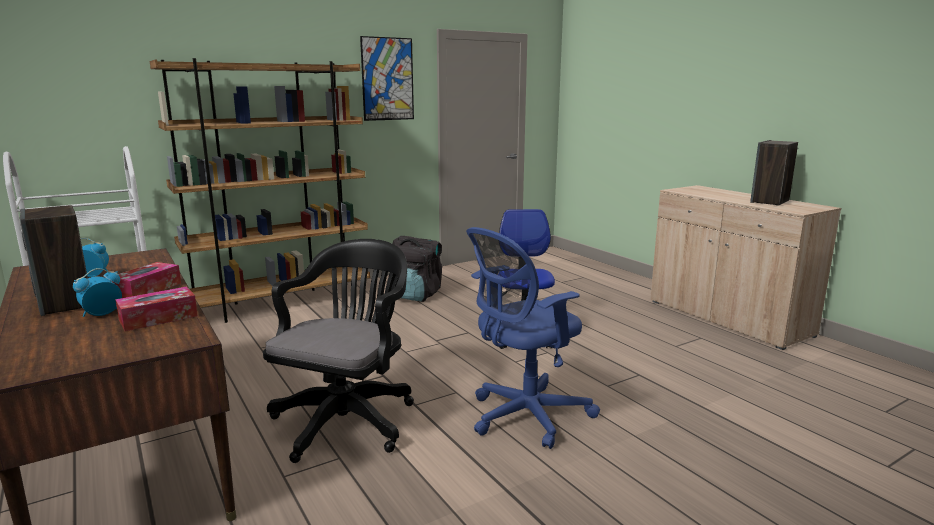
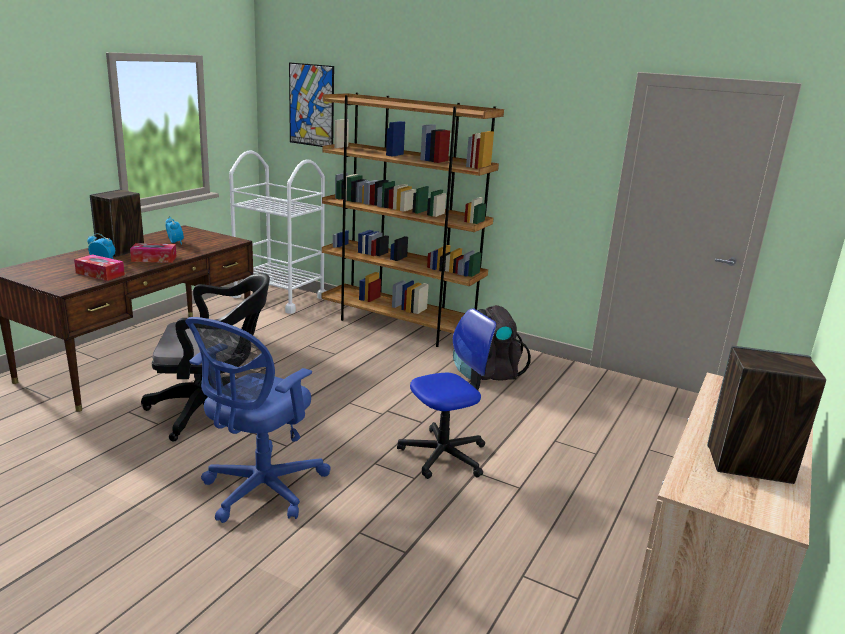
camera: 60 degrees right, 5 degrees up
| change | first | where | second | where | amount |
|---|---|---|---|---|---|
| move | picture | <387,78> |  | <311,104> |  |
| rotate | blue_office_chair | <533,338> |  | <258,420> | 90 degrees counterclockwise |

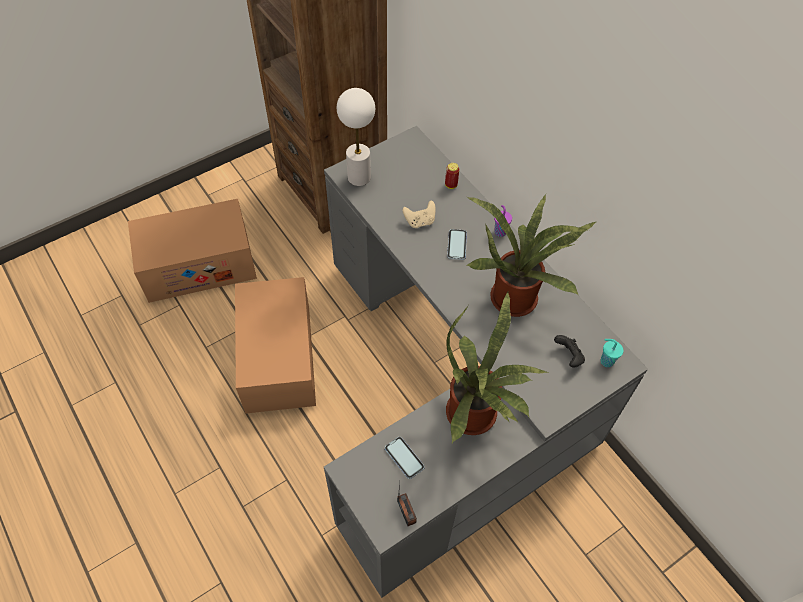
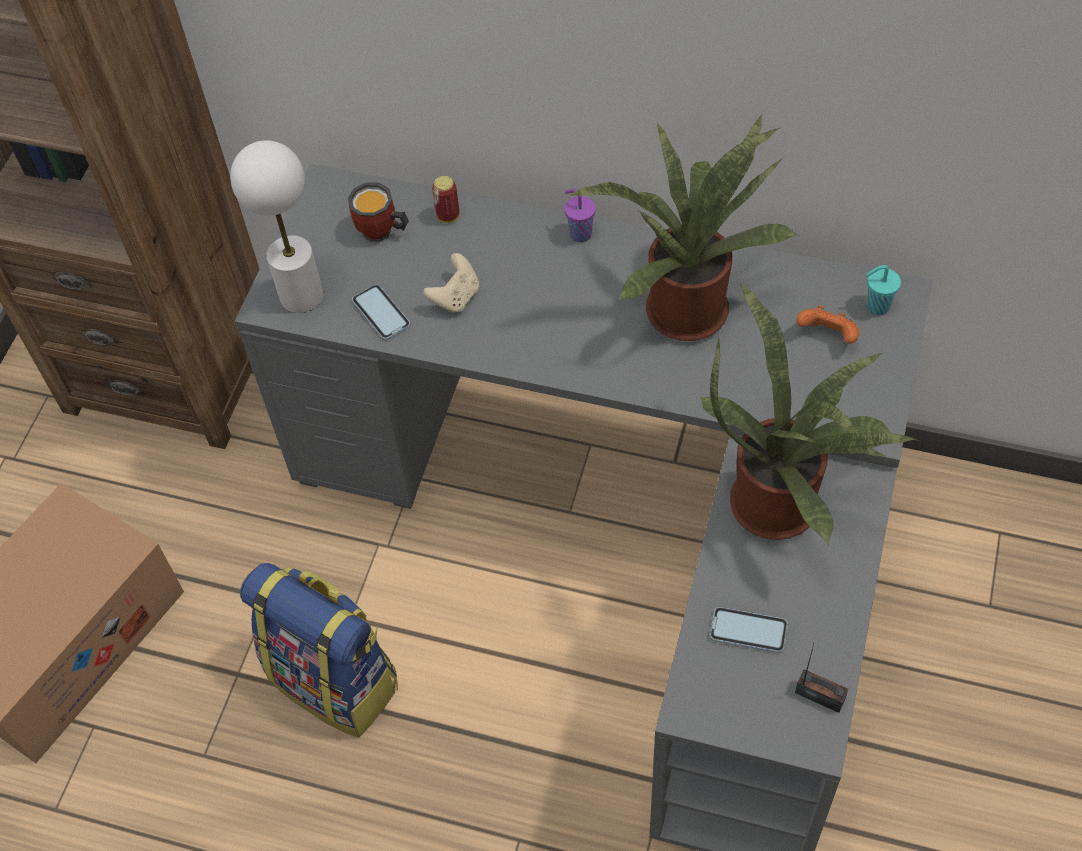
camera: 35 degrees left, 0 degrees up
| change | first | where | second | where | amount |
|---|---|---|---|---|---|
| move | phone | <457,244> |  | <381,312> |  |
| replace | cardboard_box | <275,345> | backpack | <319,650> |  |
| recolor | black_game_controller | <569,351> | orange_game_controller | <827,324> |  |
| insert |  |  | mug | <378,212> |  |

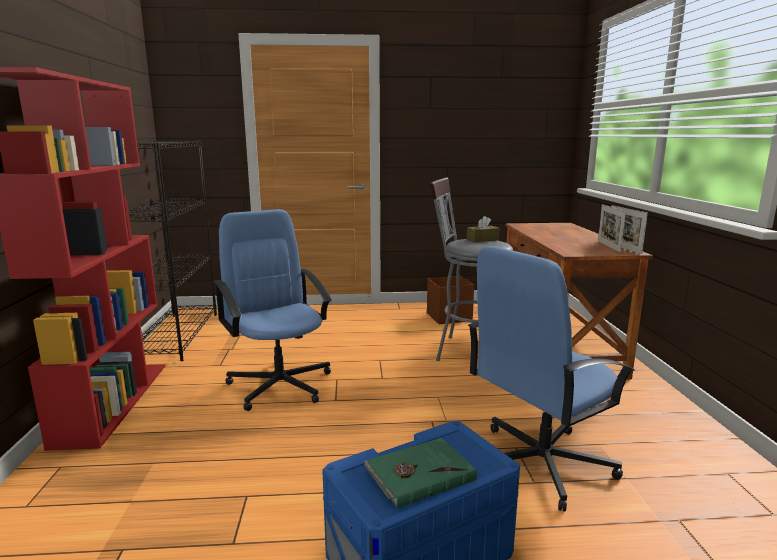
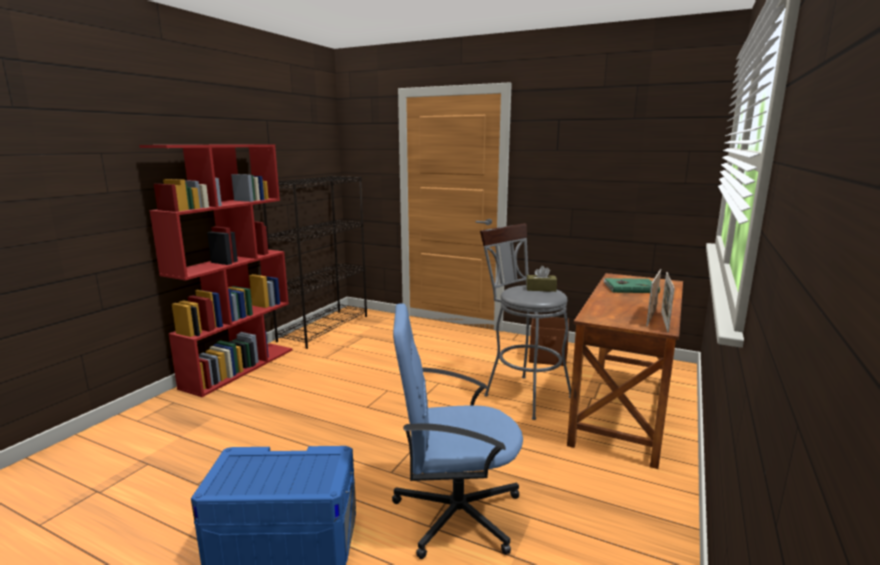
camera: 30 degrees right, 0 degrees up
| change | first | where | second | where | amount |
|---|---|---|---|---|---|
| delete | blue_office_chair | <272,310> |  |  |  |
| move | green_book | <420,473> |  | <631,285> |  |

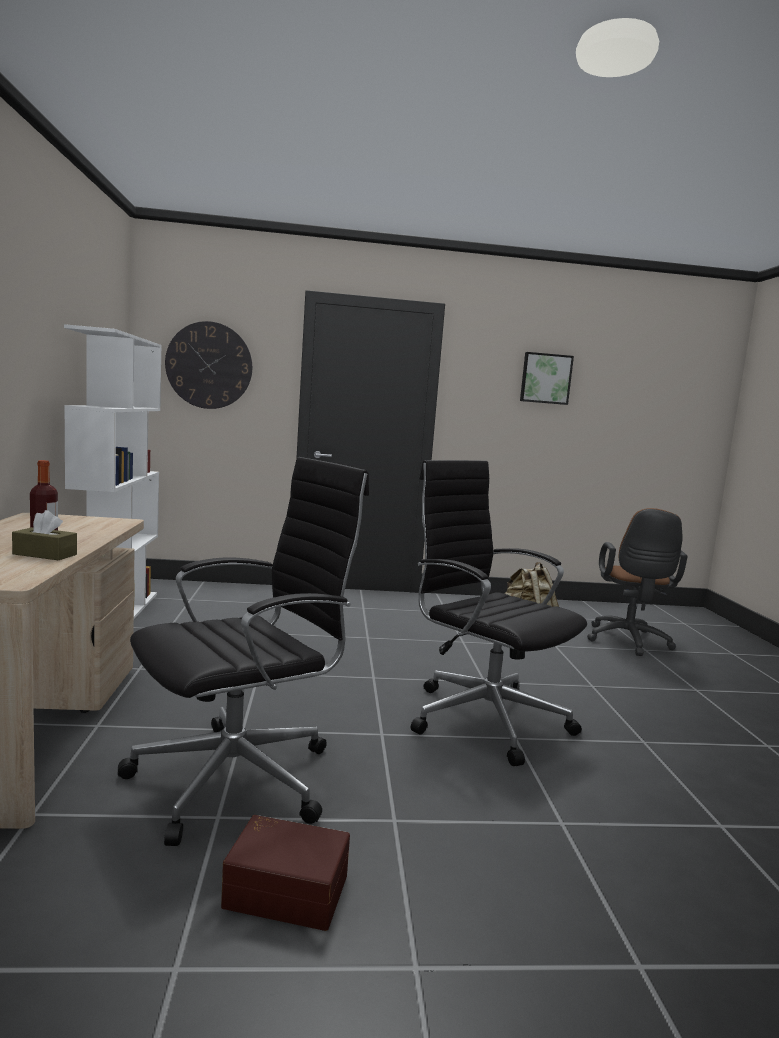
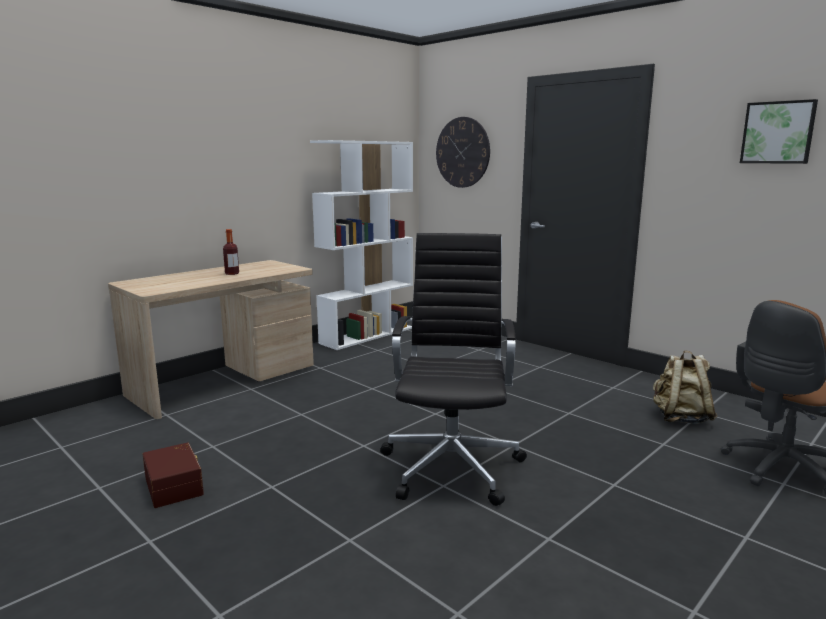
camera: 50 degrees right, 5 degrees up
| change | first | where | second | where | amount |
|---|---|---|---|---|---|
| delete | black_office_chair | <243,651> |  |  |  |
| delete | brown_tissue_box | <44,535> |  |  |  |

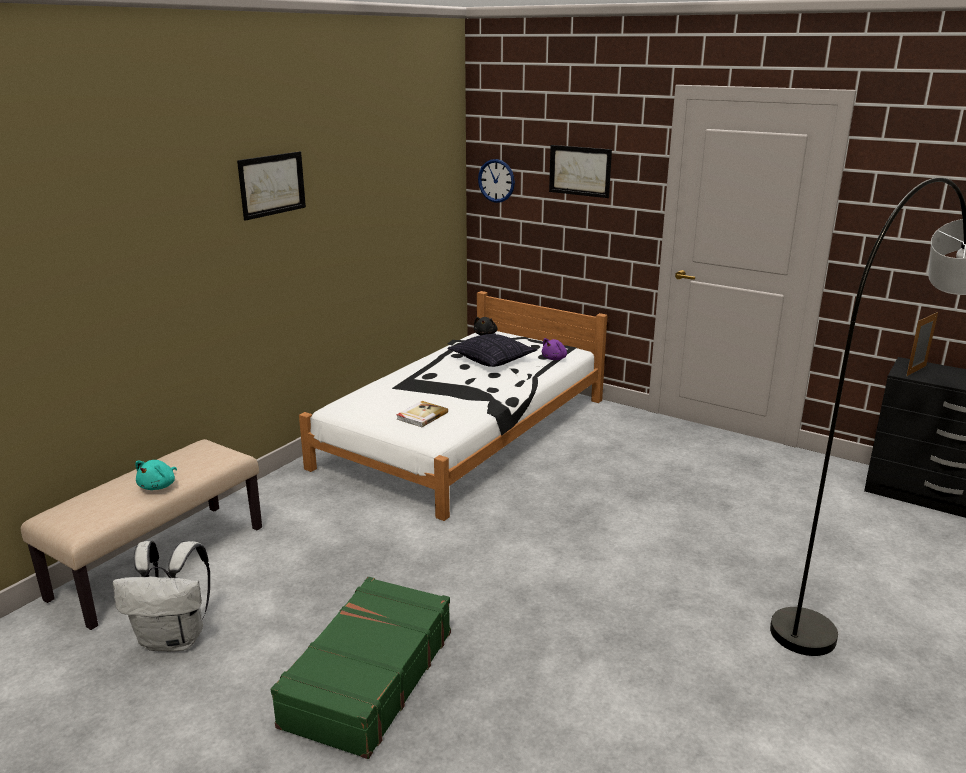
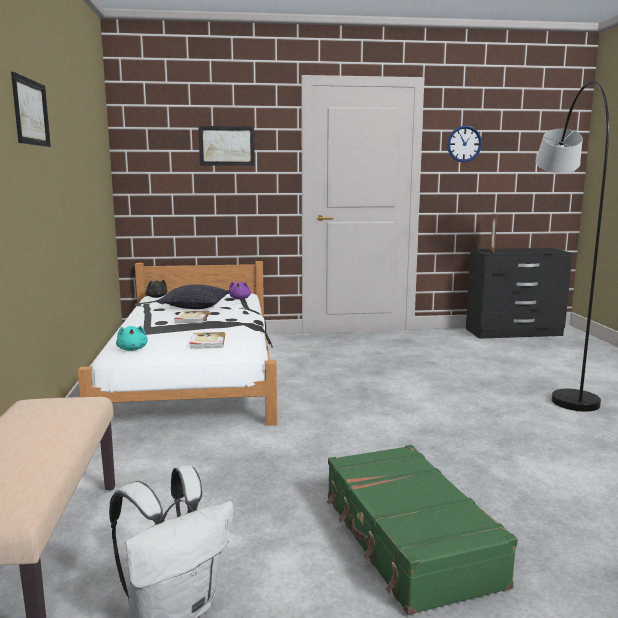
camera: 40 degrees left, 10 degrees down
| change | first | where | second | where | amount |
|---|---|---|---|---|---|
| move | wall_clock | <496,181> |  | <464,144> |  |
| move | turquoise_plush_toy | <156,475> |  | <132,338> |  |
| insert |  |  | book | <192,317> |  |

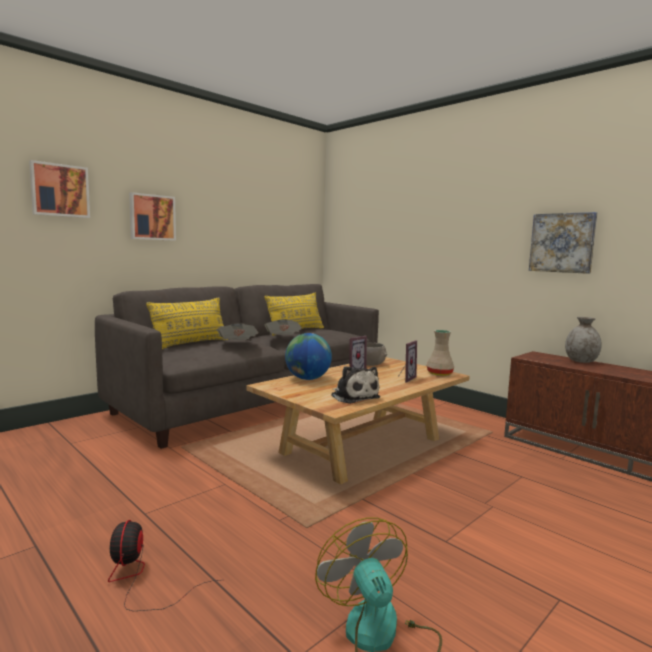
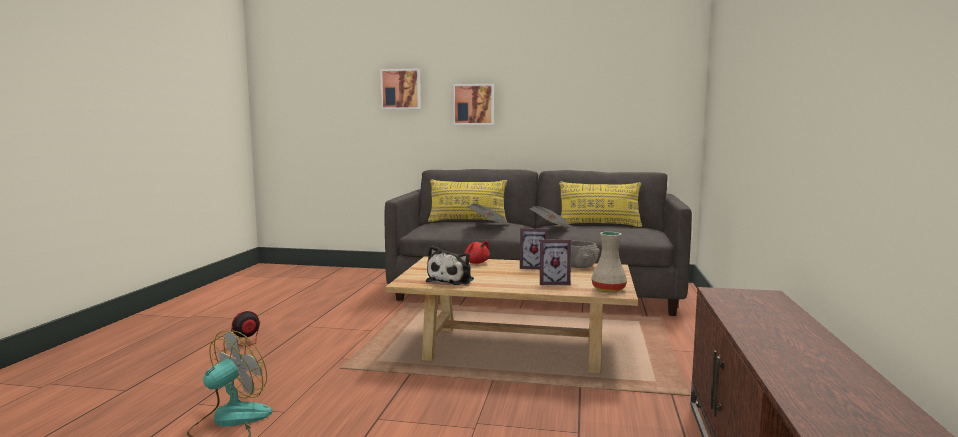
camera: 55 degrees right, 0 degrees up
| change | first | where | second | where | amount |
|---|---|---|---|---|---|
| delete | picture | <563,243> |  |  |  |
| delete | grey_vase | <583,340> |  |  |  |
| replace | globe | <308,356> | red_plush_toy | <477,252> |  |

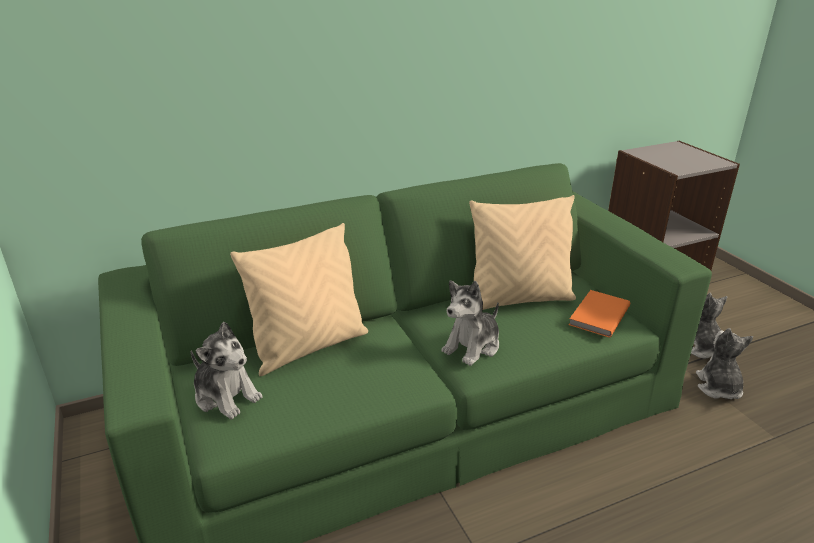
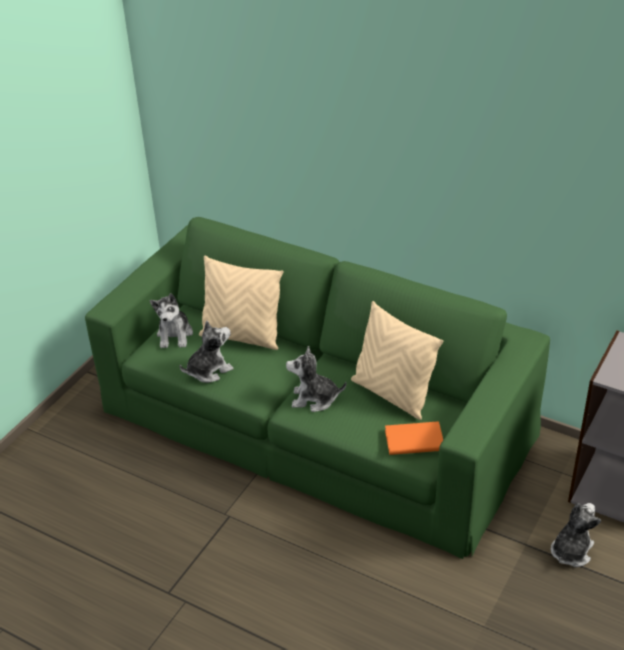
camera: 55 degrees right, 10 degrees up
| change | first | where | second | where | amount |
|---|---|---|---|---|---|
| move | plush_toy | <724,363> |  | <206,352> |  |

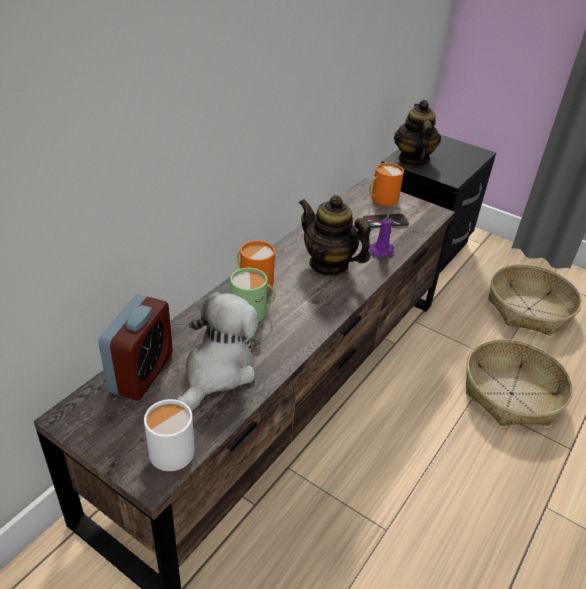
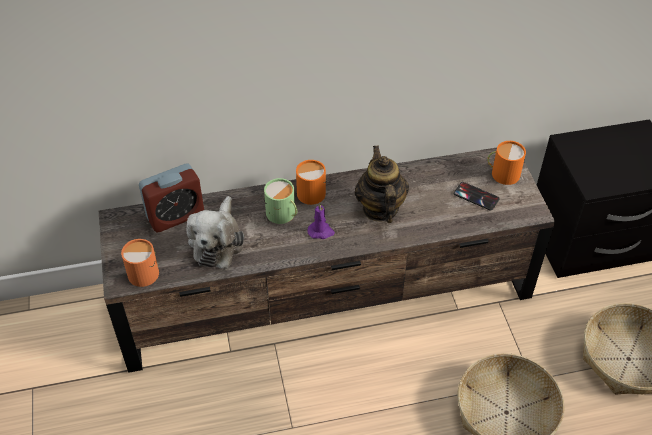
camera: 45 degrees right, 10 degrees up
| change | first | where | second | where | amount |
|---|---|---|---|---|---|
| delete | teapot | <417,133> |  |  |  |
| move | purple_candle | <381,234> |  | <321,221> |  |
| rotate | plush_toy | <217,351> |  | <215,232> | 120 degrees clockwise |
| recolor | white_mug | <169,435> | orange_mug | <140,263> |  |

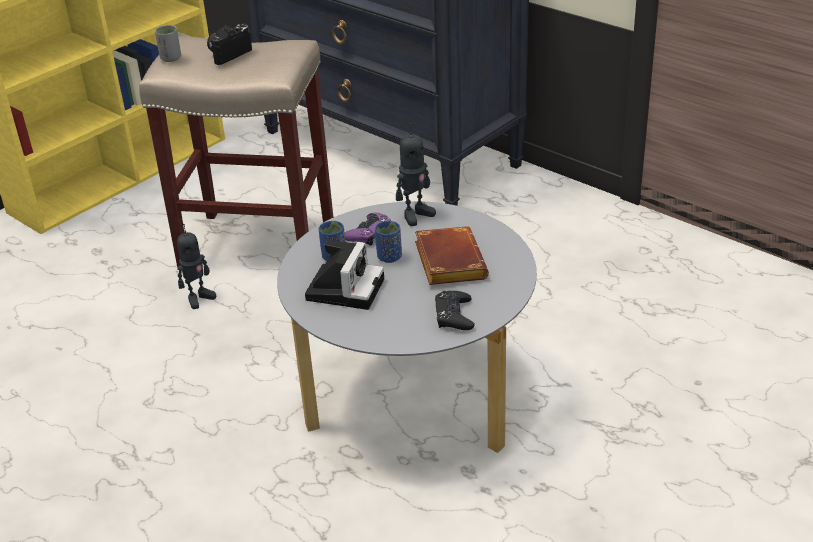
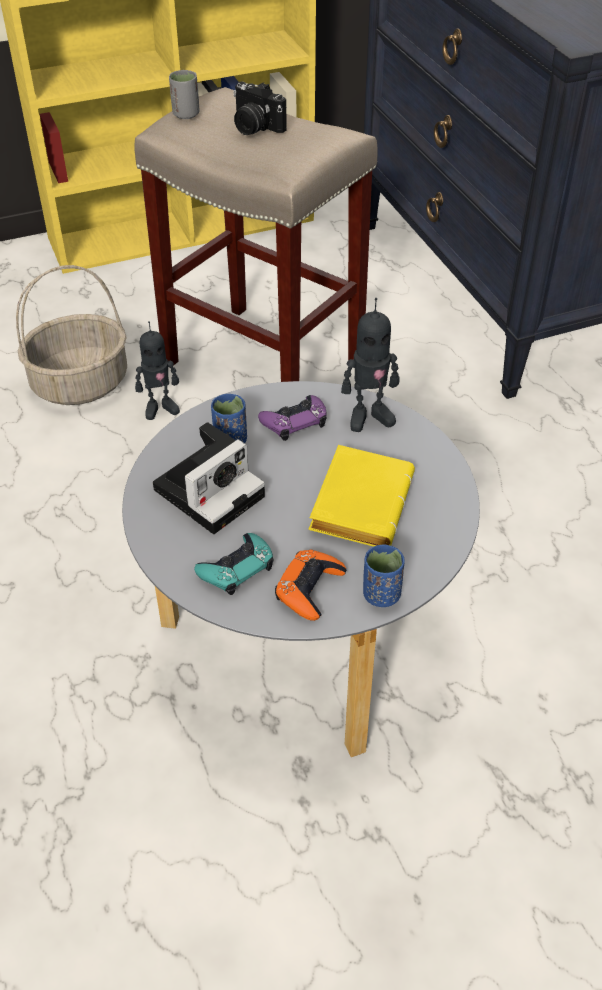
camera: 25 degrees right, 10 degrees up
| change | first | where | second | where | amount |
|---|---|---|---|---|---|
| rotate | photo_camera | <229,44> |  | <260,108> | 120 degrees counterclockwise |
| move | blue_cup | <388,242> |  | <384,576> |  |
| recolor | brown_book | <452,255> | yellow_book | <362,496> |  |
| recolor | black_game_controller | <455,310> | orange_game_controller | <310,585> |  |
| insert |  |  | basket | <71,335> |  |
| insert |  |  | turquoise_game_controller | <234,564> |  |

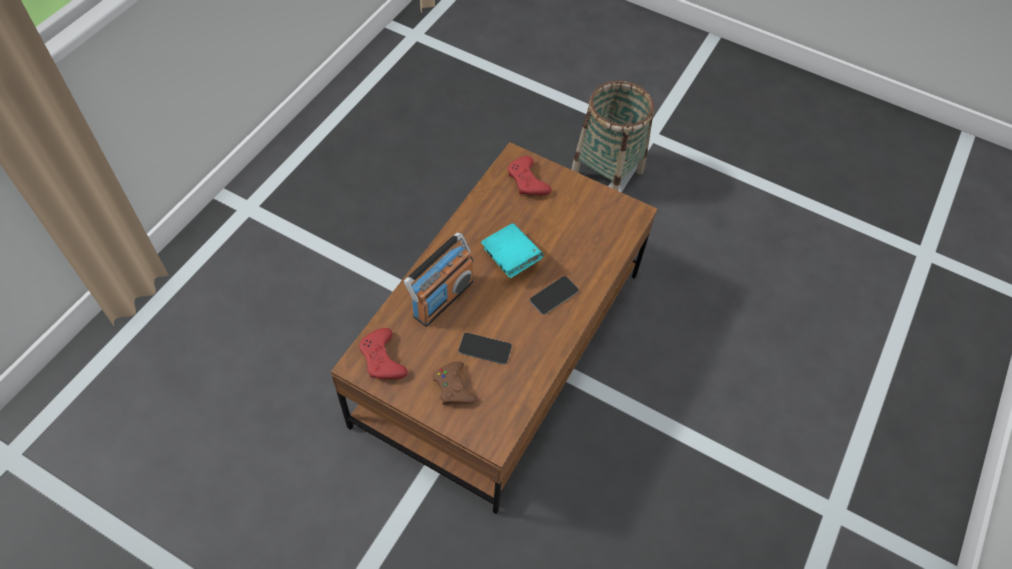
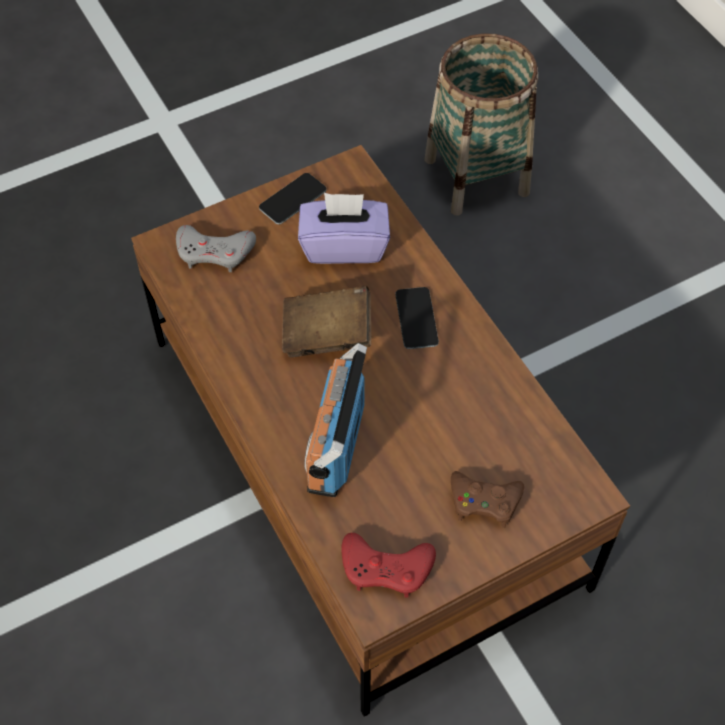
camera: 55 degrees left, 0 degrees up
| change | first | where | second | where | amount |
|---|---|---|---|---|---|
| move | basket | <612,136> |  | <481,124> |  |
| recolor | red_game_controller | <529,175> | grey_game_controller | <216,248> |  |
| recolor | turquoise_book | <512,251> | brown_book | <326,322> |  |
| rotate | radio | <438,280> |  | <335,420> | 150 degrees counterclockwise |
| move | phone | <485,348> |  | <293,198> |  |
| insert |  |  | purple_tissue_box | <344,228> |  |

